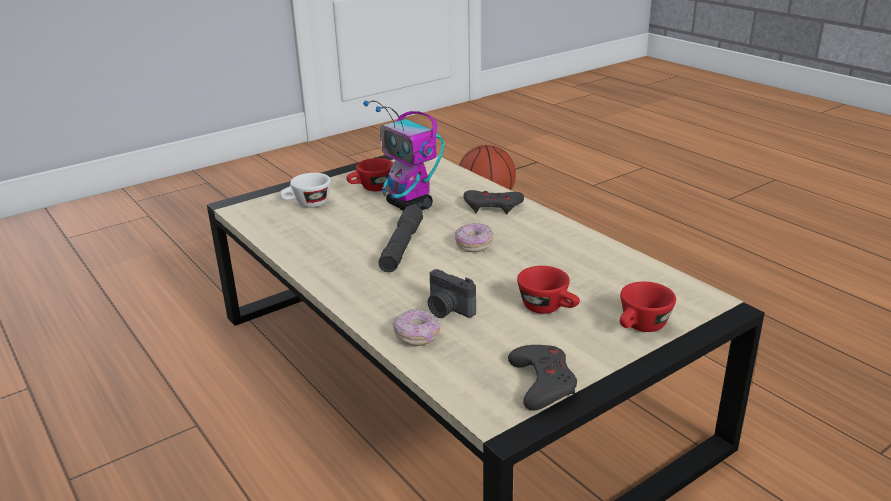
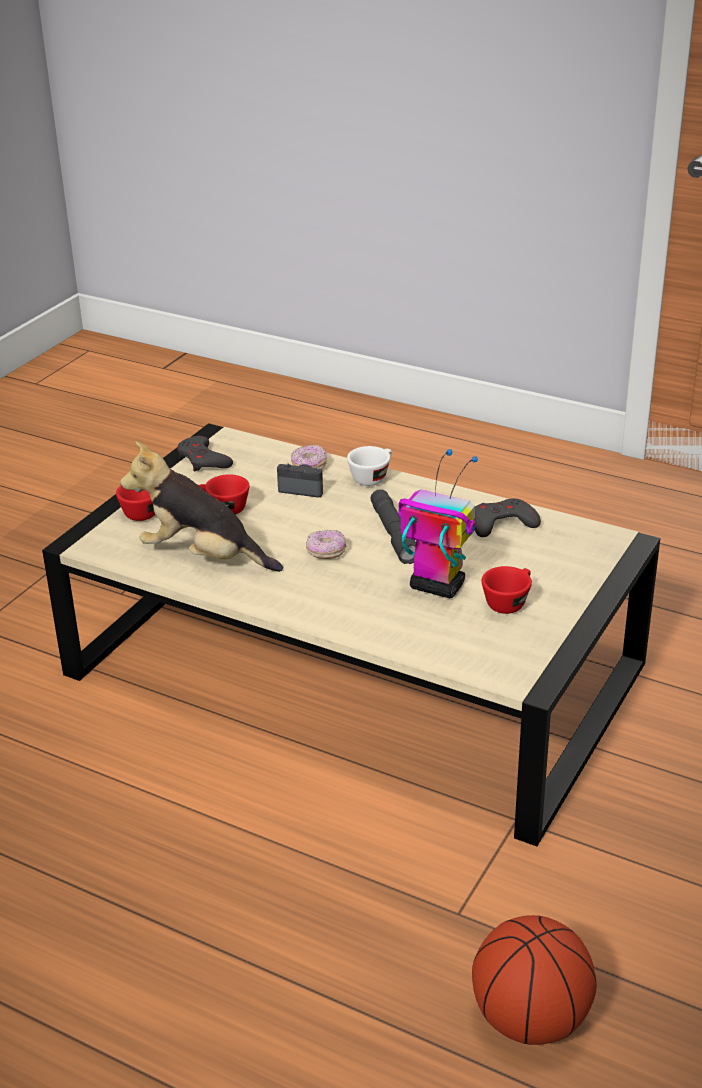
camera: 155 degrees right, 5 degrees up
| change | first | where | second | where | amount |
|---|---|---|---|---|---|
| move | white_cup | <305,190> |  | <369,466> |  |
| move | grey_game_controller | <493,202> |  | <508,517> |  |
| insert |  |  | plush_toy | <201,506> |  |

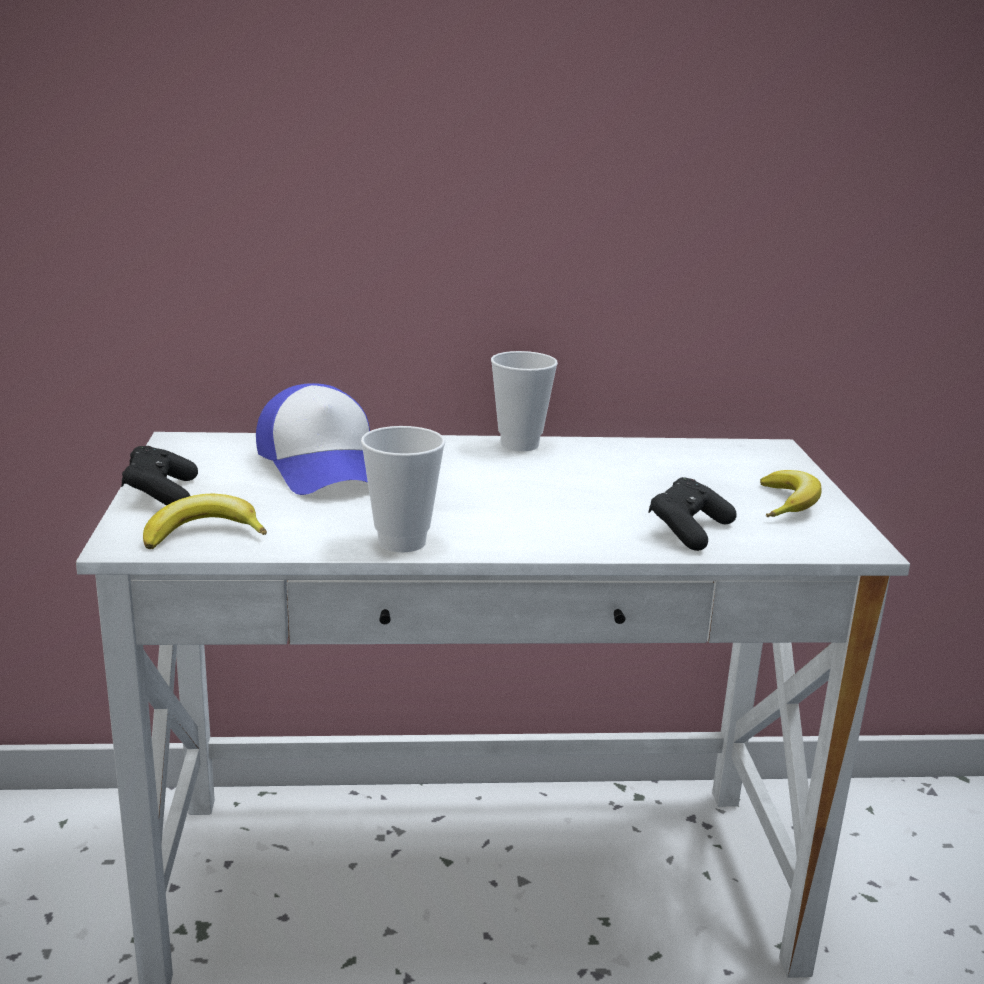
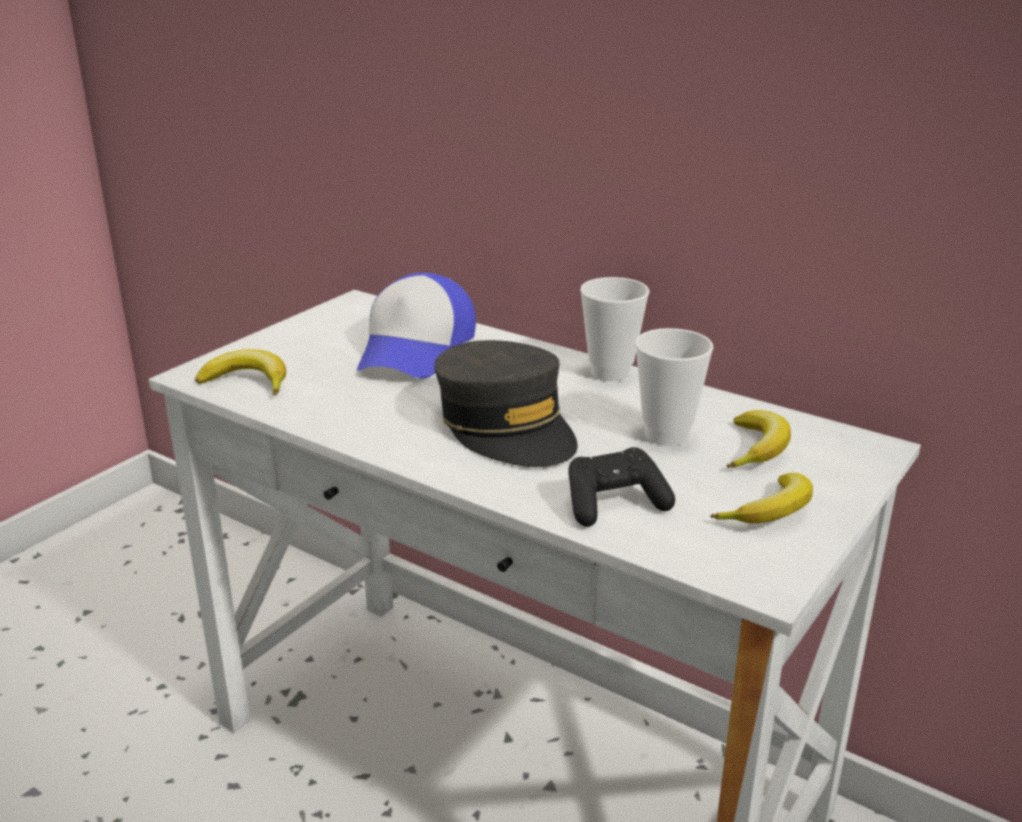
camera: 40 degrees right, 5 degrees up
| change | first | where | second | where | amount |
|---|---|---|---|---|---|
| move | cup | <403,489> |  | <674,387> |  |
| delete | black_game_controller | <159,475> |  |  |  |
| insert |  |  | grey_cap | <506,403> |  |
| insert |  |  | banana | <759,439> |  |

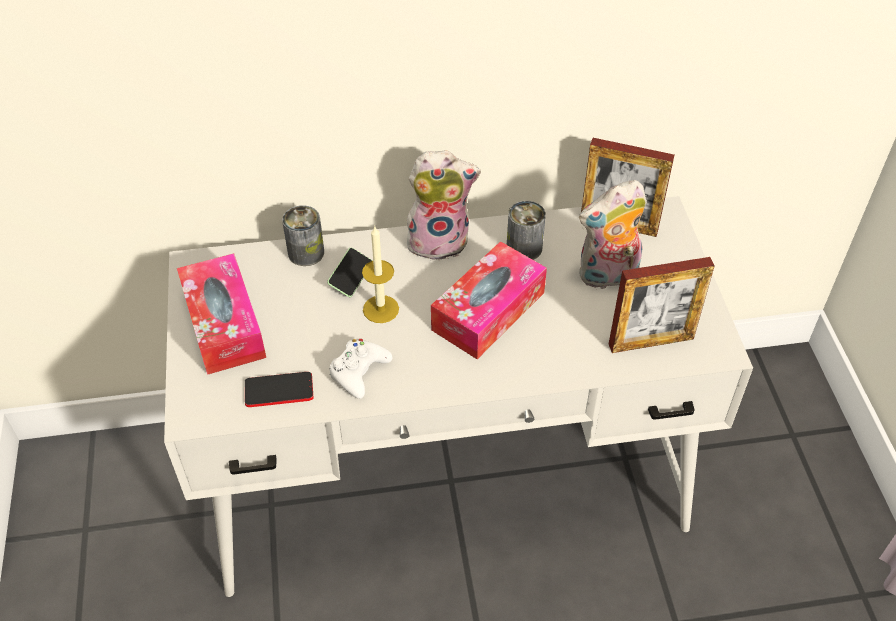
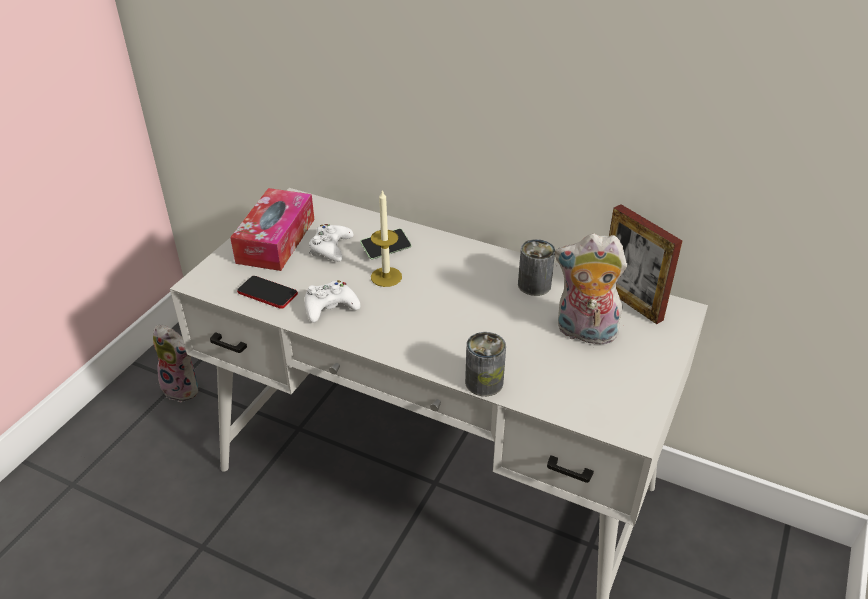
camera: 35 degrees right, 10 degrees down
| change | first | where | second | where | amount |
|---|---|---|---|---|---|
| move | plush_toy | <444,205> |  | <175,363> |  |
| move | can | <303,235> |  | <485,364> |  |
| delete | tissue_box | <489,300> |  |  |  |
| delete | picture_frame | <662,305> |  |  |  |
| insert |  |  | white_game_controller | <331,243> |  |

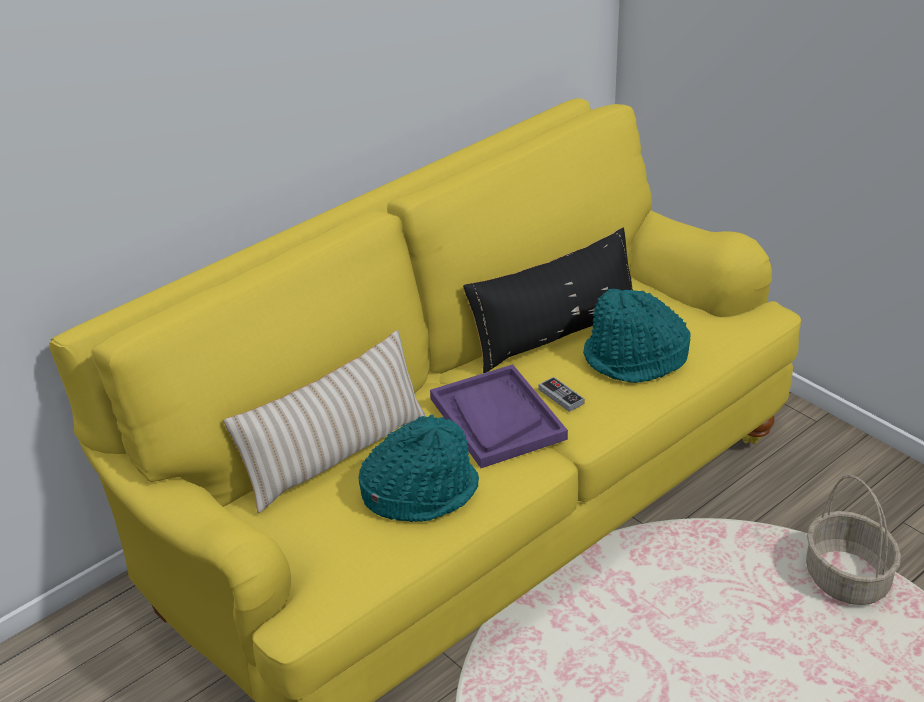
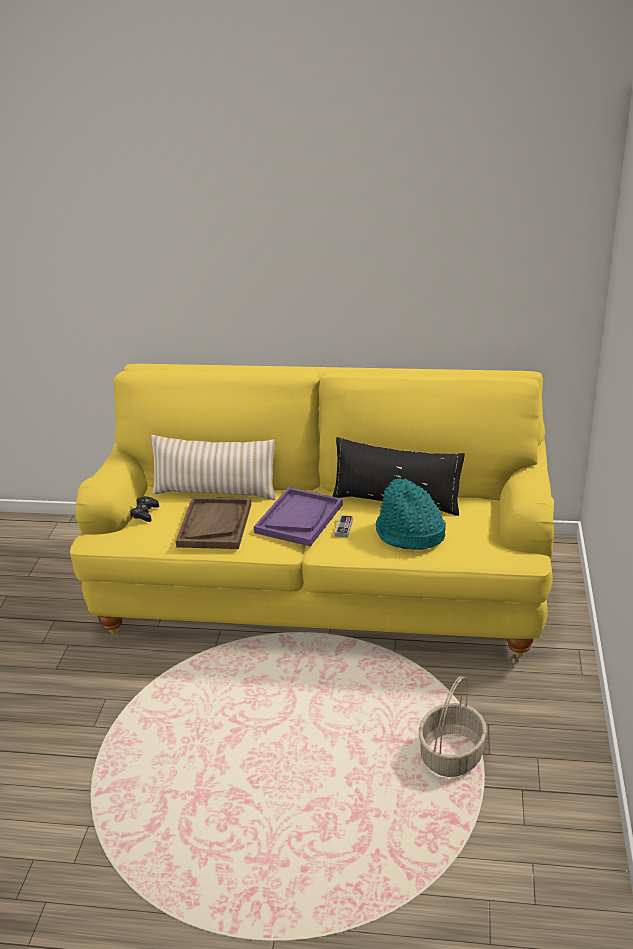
camera: 50 degrees right, 5 degrees down
| change | first | where | second | where | amount |
|---|---|---|---|---|---|
| replace | turquoise_hat | <418,468> | brown_tray | <213,523> |  |
| insert |  |  | black_game_controller | <144,509> |  |

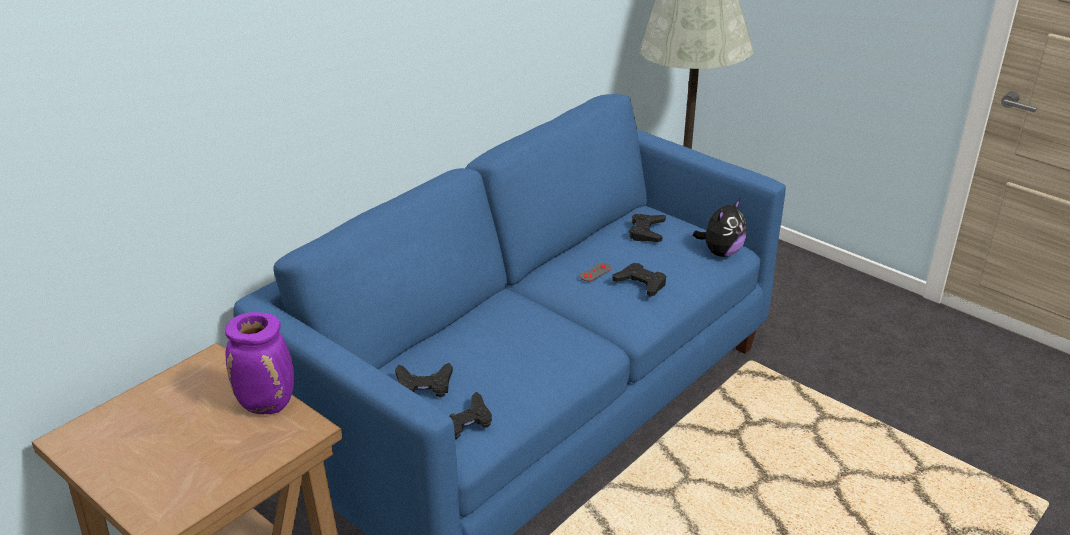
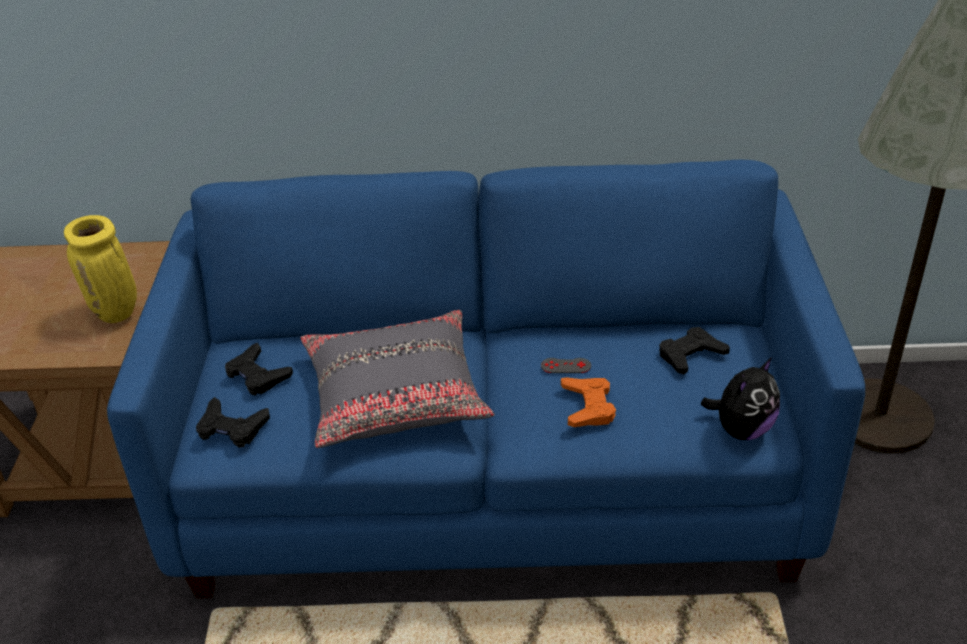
camera: 50 degrees right, 5 degrees up
| change | first | where | second | where | amount |
|---|---|---|---|---|---|
| rotate | plush_toy | <720,227> |  | <740,398> | 45 degrees counterclockwise |
| recolor | black_game_controller | <639,280> | orange_game_controller | <588,402> |  |
| recolor | purple_vase | <259,363> | yellow_vase | <100,269> |  |
| insert |  |  | grey_pillow | <397,379> |  |

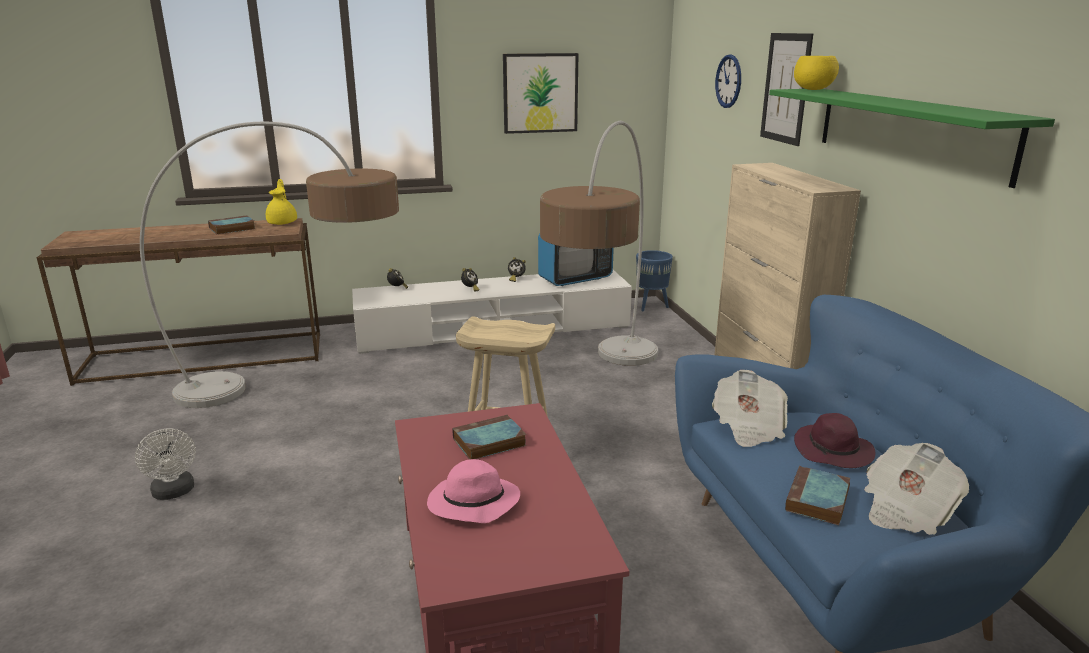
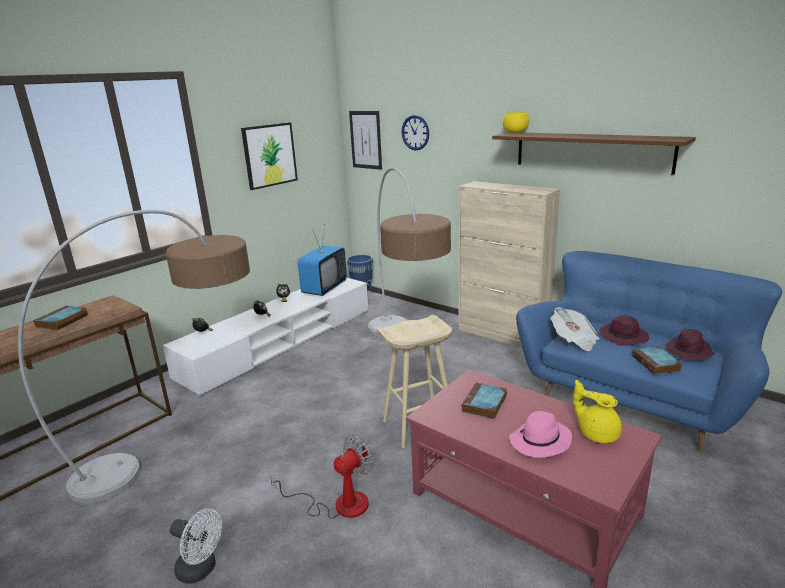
camera: 35 degrees left, 0 degrees up
| change | first | where | second | where | amount |
|---|---|---|---|---|---|
| move | picture | <786,89> |  | <365,140> |  |
| recolor | green_shelf | <912,138> | brown_shelf | <594,153> |  |
| move | yellow_teapot | <281,202> |  | <597,411> |  |
| replace | newspaper | <916,489> | purple_hat | <690,344> |  |
| insert |  |  | fan | <322,477> |  |

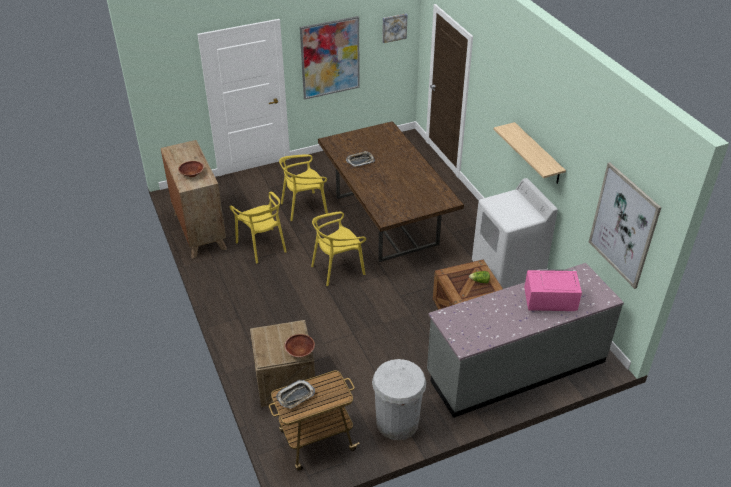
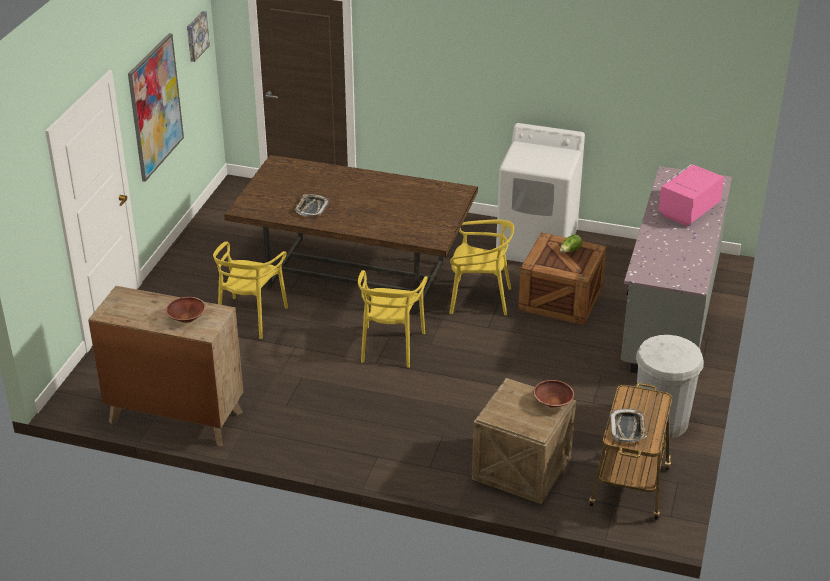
camera: 50 degrees left, 5 degrees down
| change | first | where | second | where | amount |
|---|---|---|---|---|---|
| delete | shelf | <530,153> |  |  |  |
| delete | picture | <625,225> |  |  |  |
| move | yellow_chair | <258,227> |  | <481,267> |  |

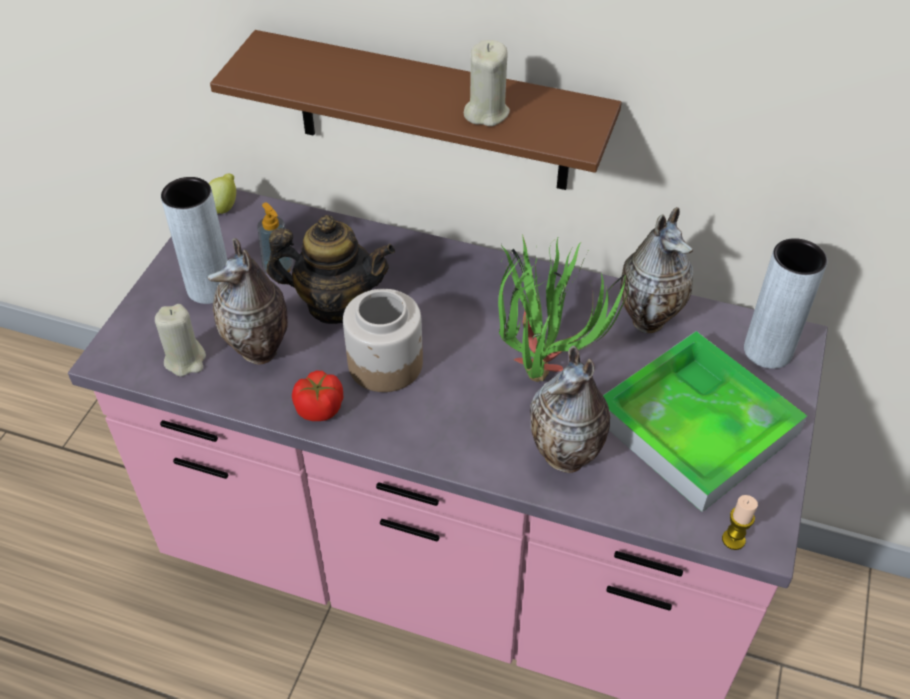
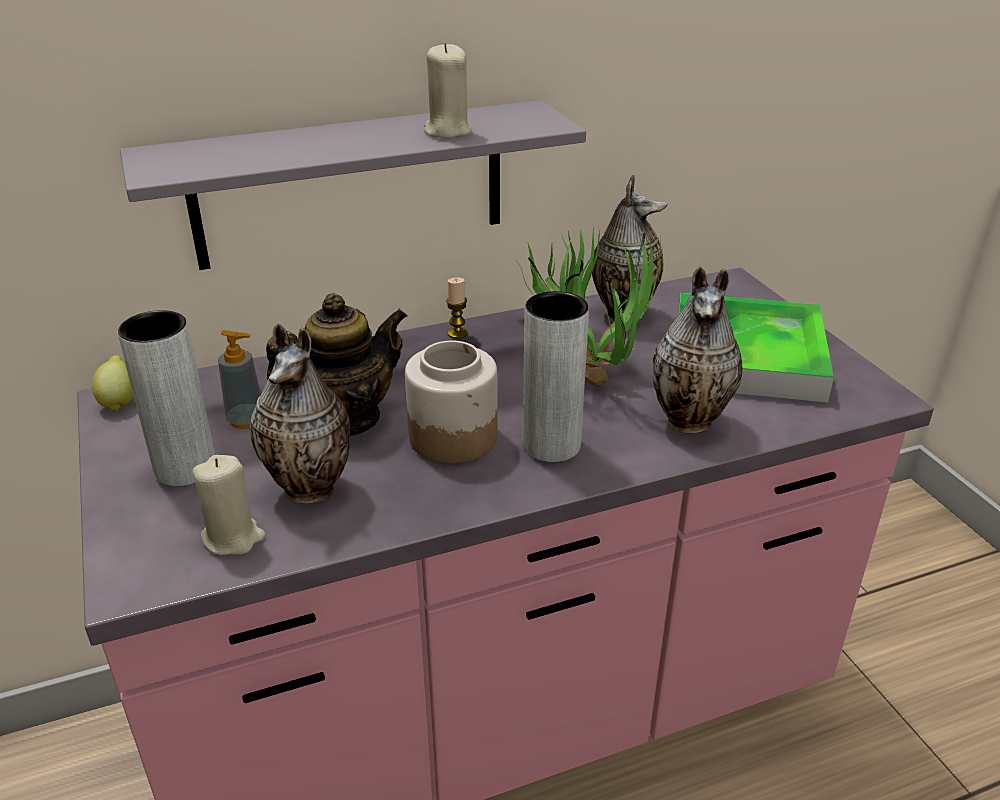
camera: 40 degrees left, 15 degrees down
| change | first | where | second | where | amount |
|---|---|---|---|---|---|
| recolor | brown_shelf | <416,110> | grey_shelf | <353,185> |  |
| move | grey_vase | <785,303> |  | <556,376> |  |
| delete | tomato | <317,395> |  |  |  |
| move | candle | <740,522> |  | <457,308> |  |

